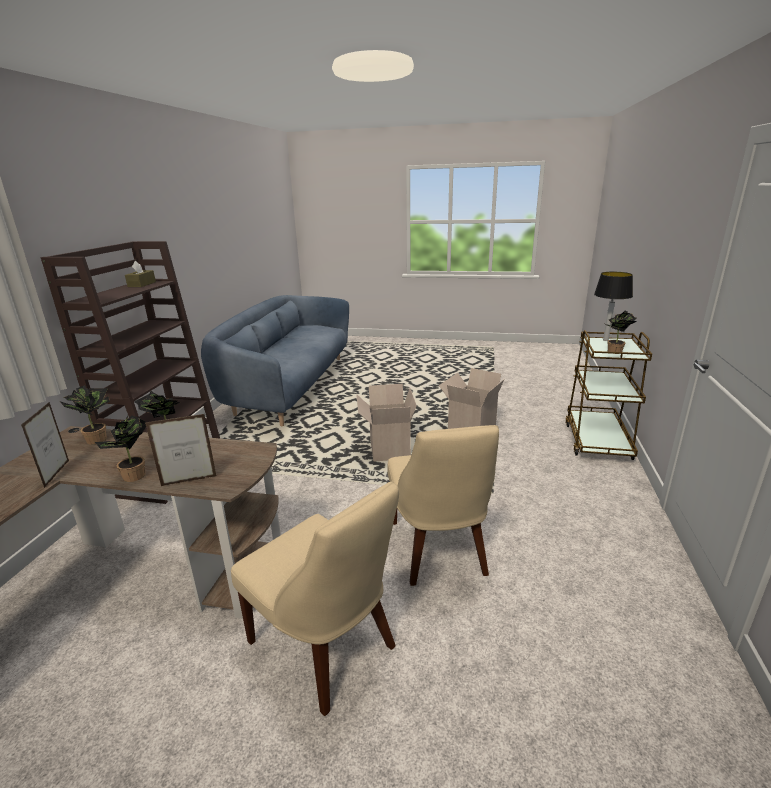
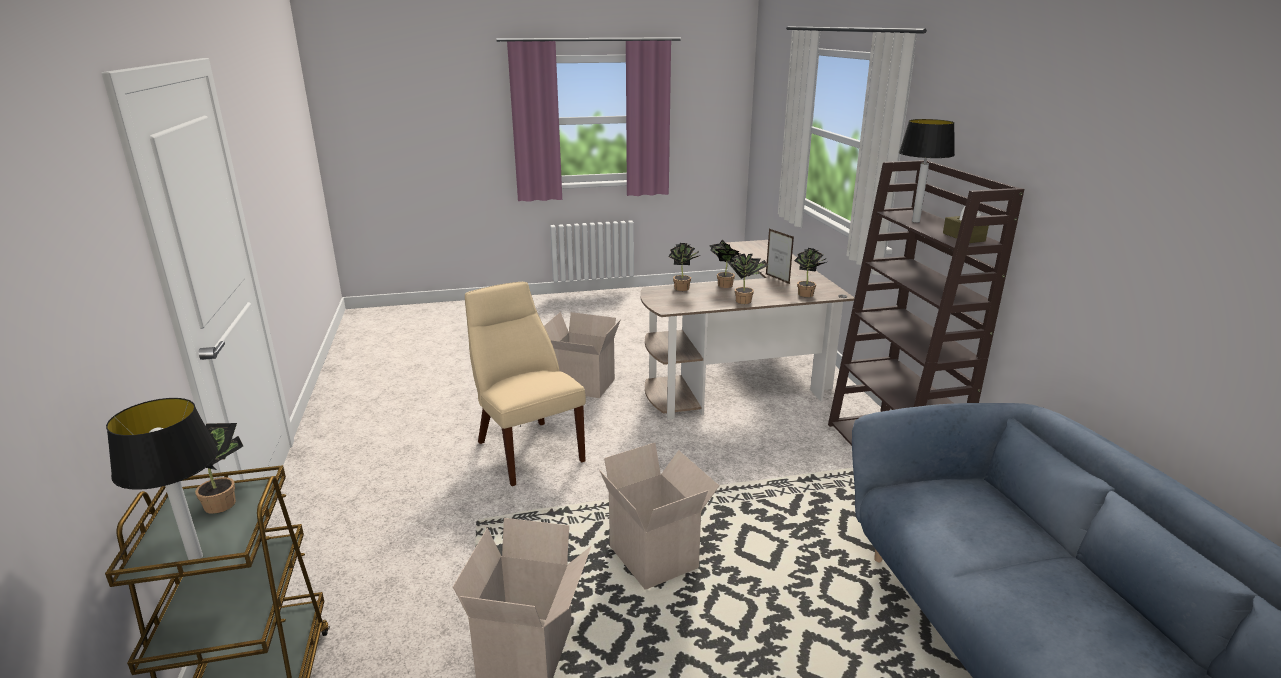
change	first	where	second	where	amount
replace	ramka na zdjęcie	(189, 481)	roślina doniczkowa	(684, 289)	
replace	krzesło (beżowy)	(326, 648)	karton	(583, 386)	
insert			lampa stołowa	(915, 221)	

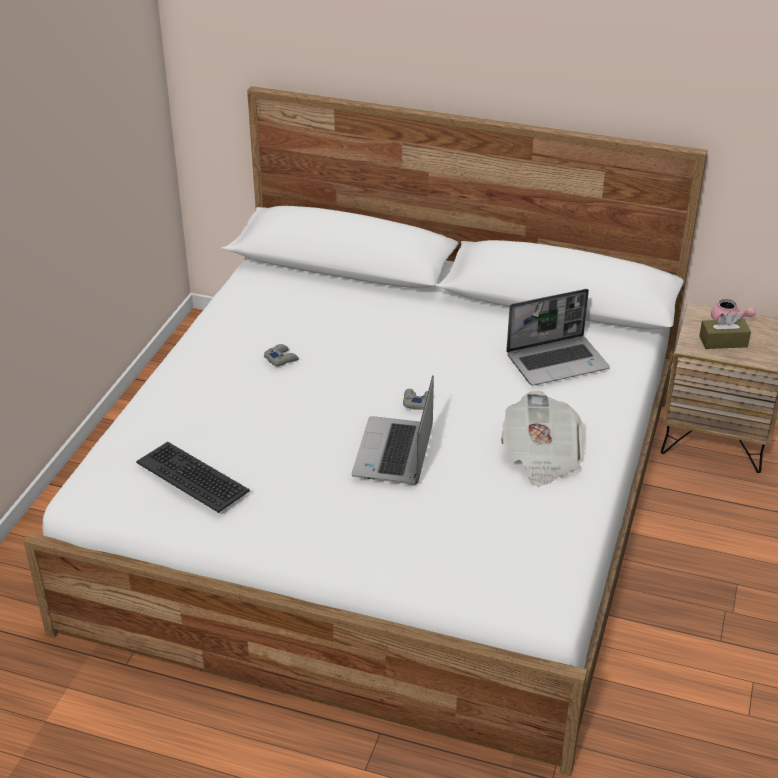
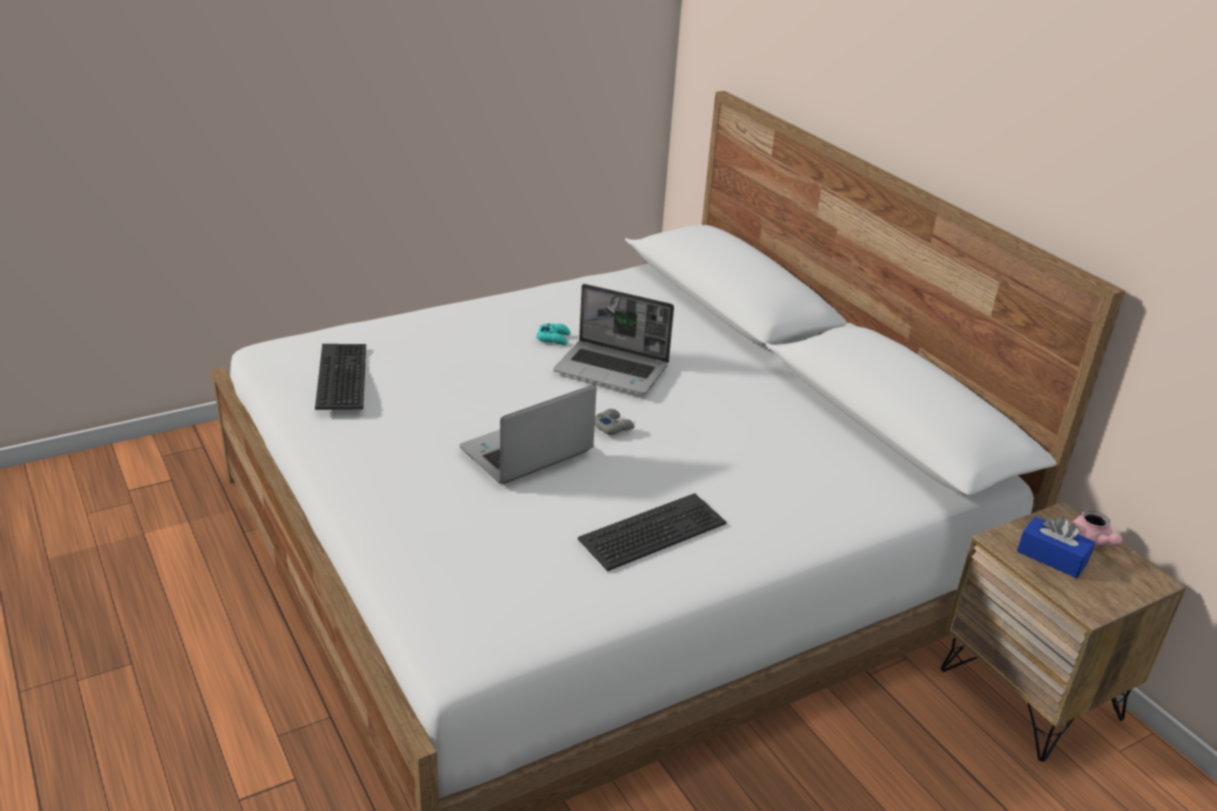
change	first	where	second	where	amount
move	laptop	(557, 361)		(613, 369)	
recolor	pudełko chusteczek (brązowy)	(723, 341)	pudełko chusteczek (niebieski)	(1052, 557)	
recolor	pad do gier (szary)	(281, 359)	pad do gier (turkusowy)	(554, 338)	
replace	gazeta	(540, 457)	klawiatura	(653, 533)	

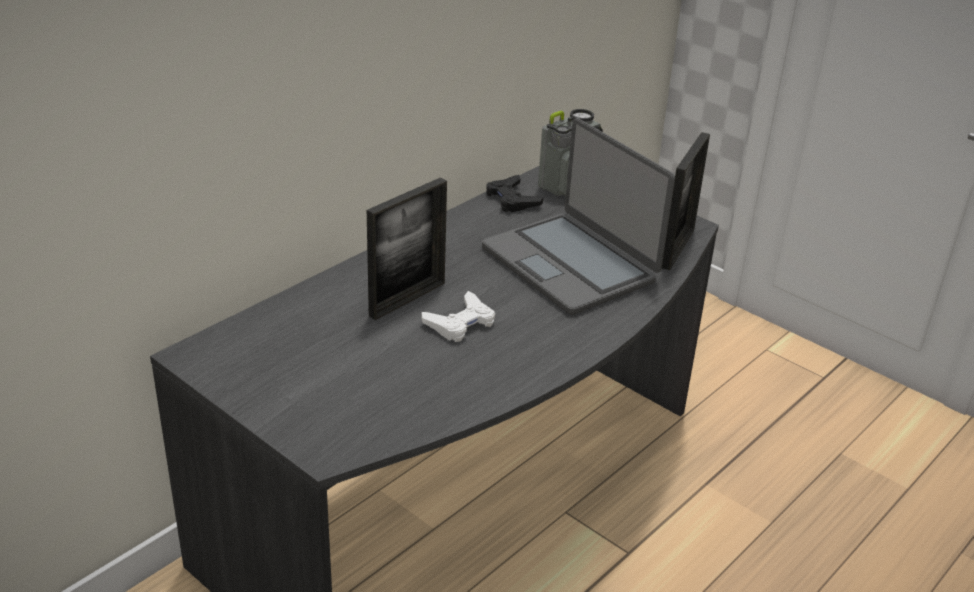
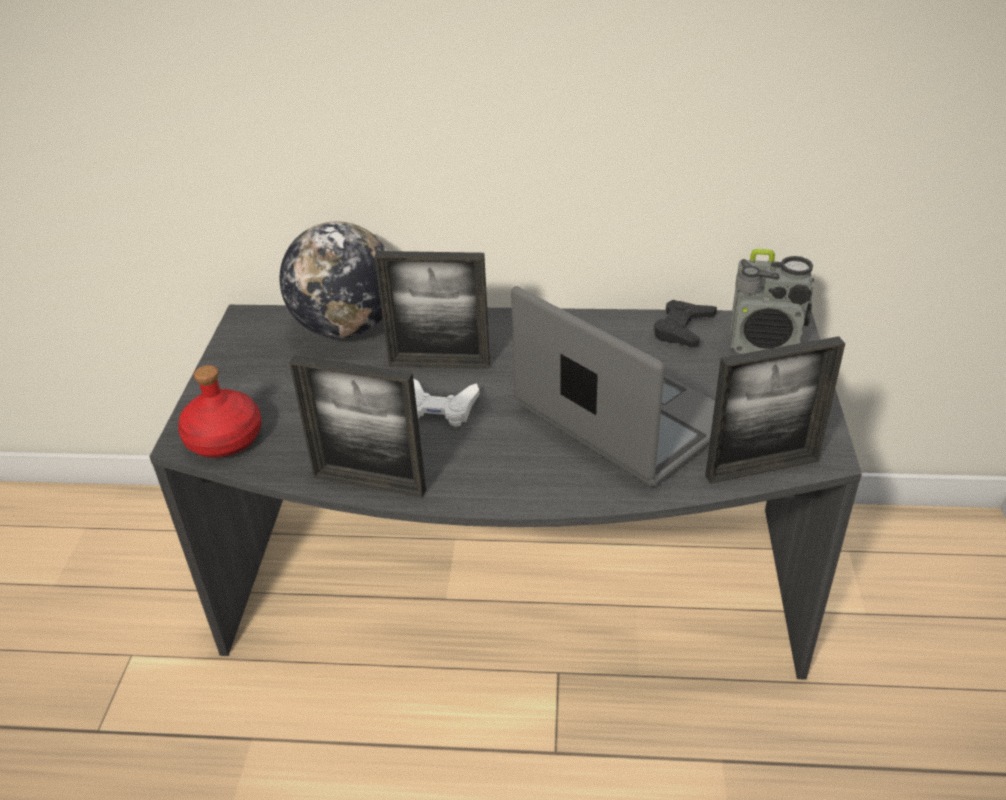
change	first	where	second	where	amount
rotate	laptop	(570, 264)		(623, 417)	120 degrees clockwise
insert			globus	(346, 327)	
insert			ramka na zdjęcie	(369, 483)	
insert			butelka (czerwony)	(223, 439)	

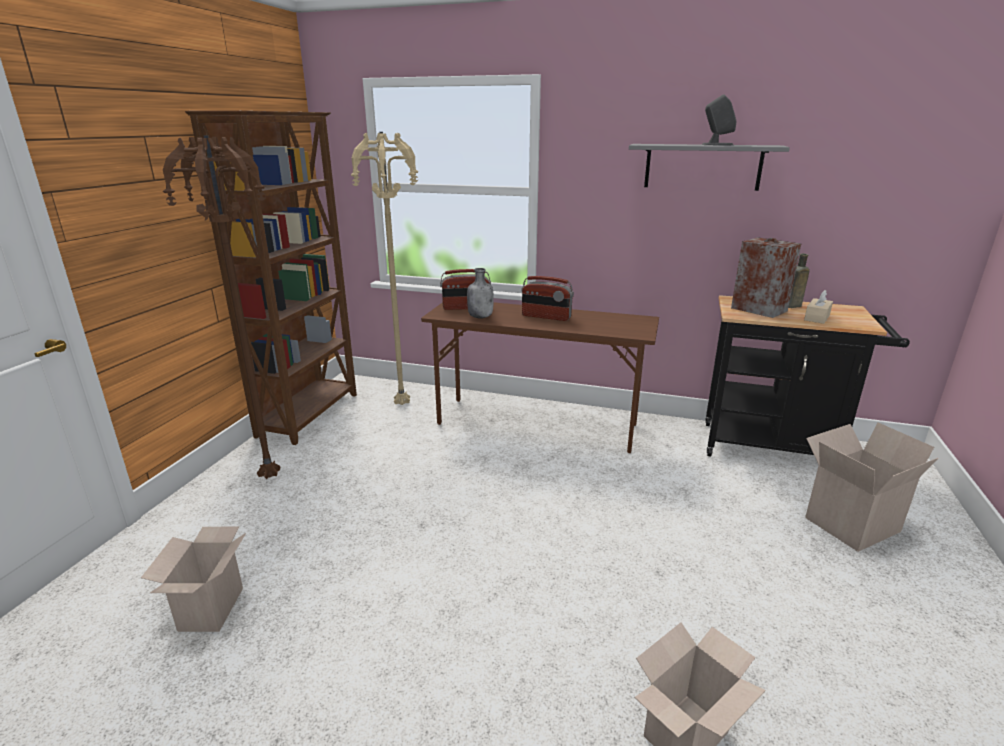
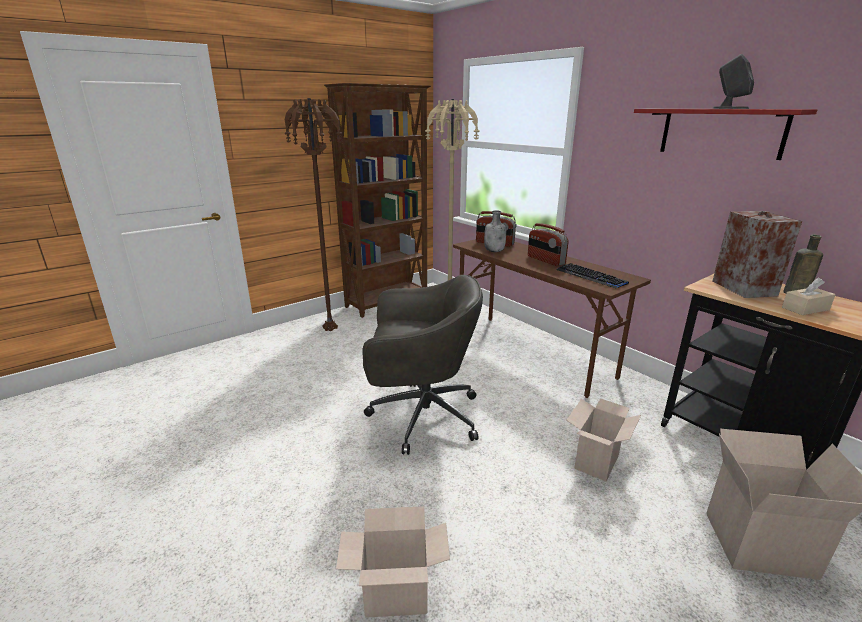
change	first	where	second	where	amount
recolor	półka (szary)	(702, 166)	półka (czerwony)	(721, 132)	
move	karton	(210, 607)		(595, 460)	
insert			klawiatura	(591, 277)	
insert			krzesło biurowe (szary)	(421, 416)	

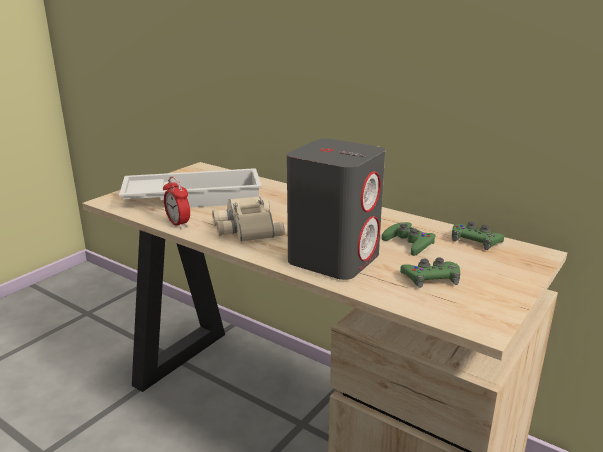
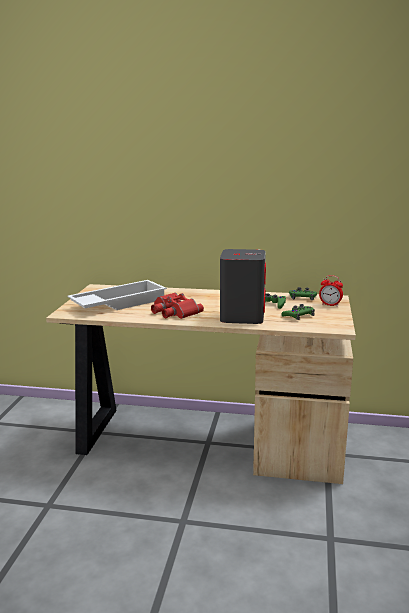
change	first	where	second	where	amount
move	budzik	(178, 223)		(330, 305)	
recolor	lornetka (beżowy)	(245, 227)	lornetka (czerwony)	(174, 311)	

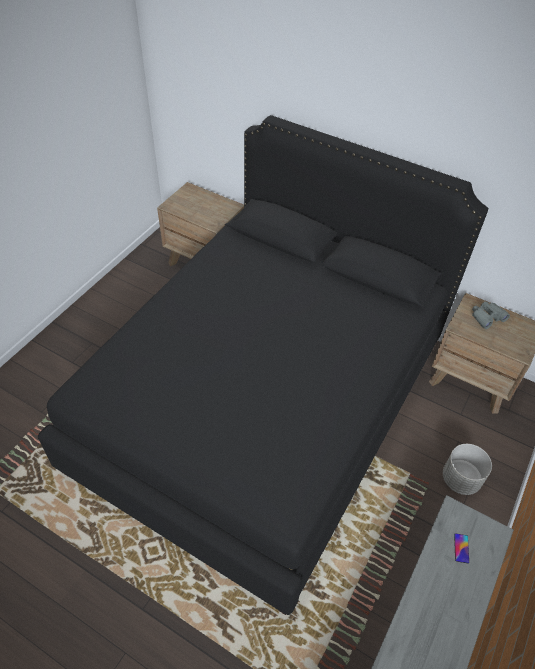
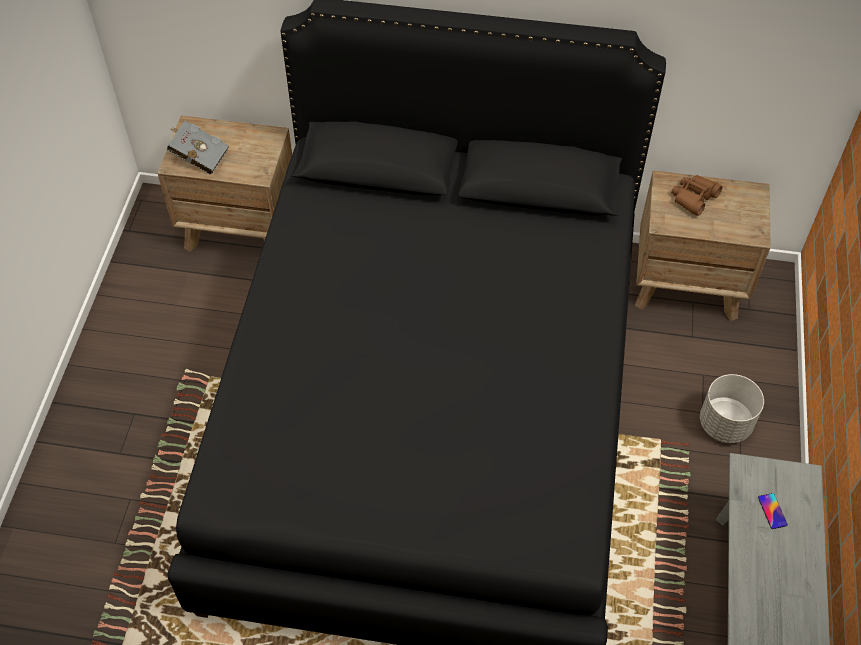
change	first	where	second	where	amount
recolor	lornetka (szary)	(487, 317)	lornetka (brązowy)	(694, 198)	
insert			książka (szary)	(198, 156)	

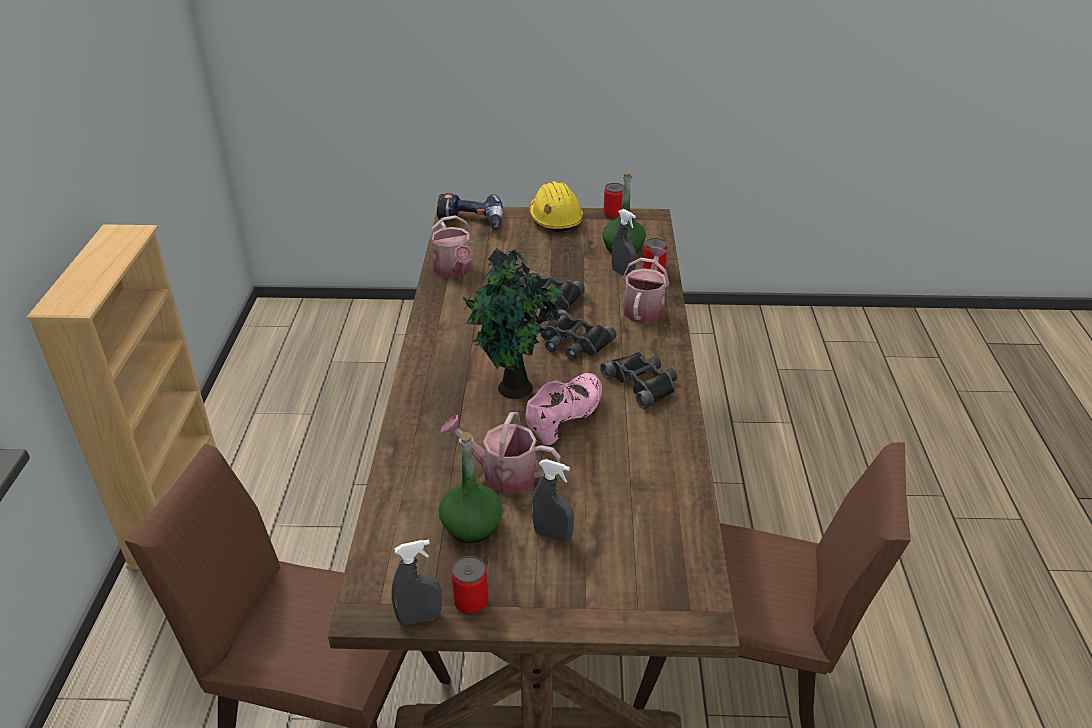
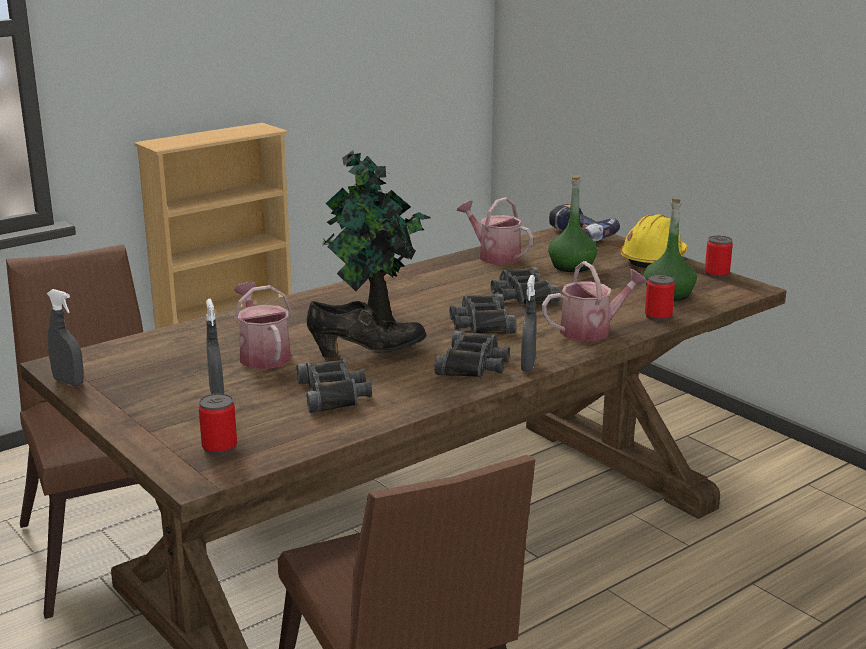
change	first	where	second	where	amount
move	spryskiwacz (szary)	(622, 273)		(528, 366)	
rotate	konewka	(454, 271)		(494, 256)	105 degrees clockwise
recolor	but (różowy)	(565, 420)	but (czarny)	(367, 353)	
move	butelka (zielony)	(472, 526)		(571, 266)	
move	puszka	(471, 602)		(219, 447)	
insert			lornetka (czarny)	(334, 394)	

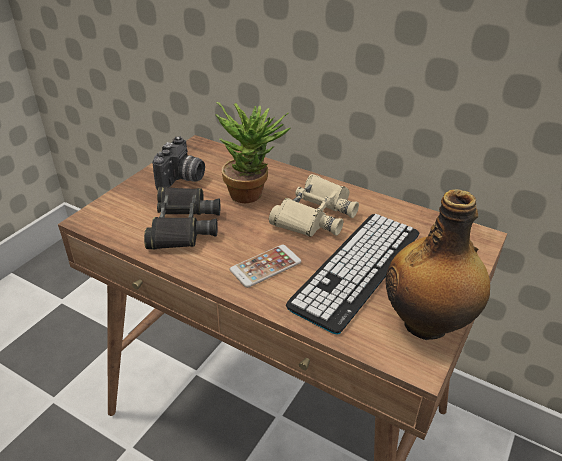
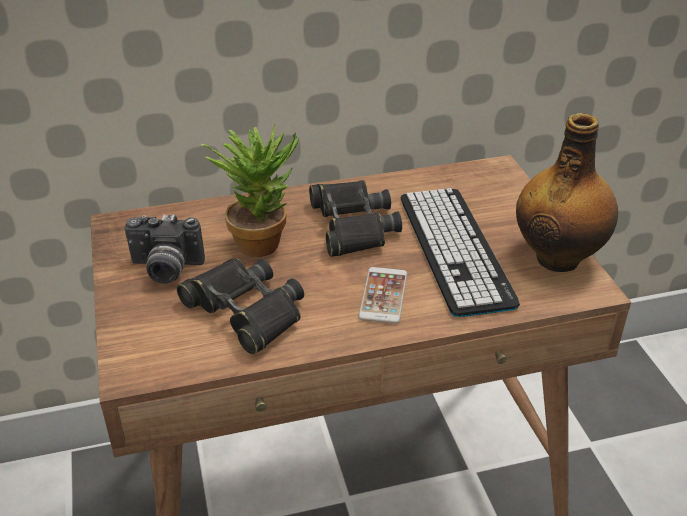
change	first	where	second	where	amount
rotate	aparat fotograficzny	(182, 180)		(165, 269)	120 degrees clockwise
recolor	lornetka (beżowy)	(315, 215)	lornetka (czarny)	(352, 225)	

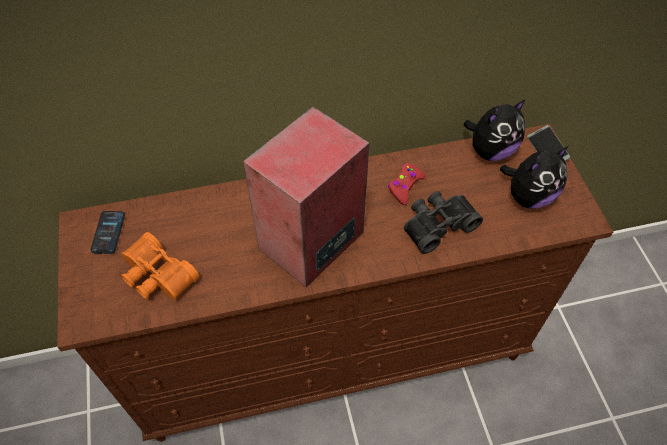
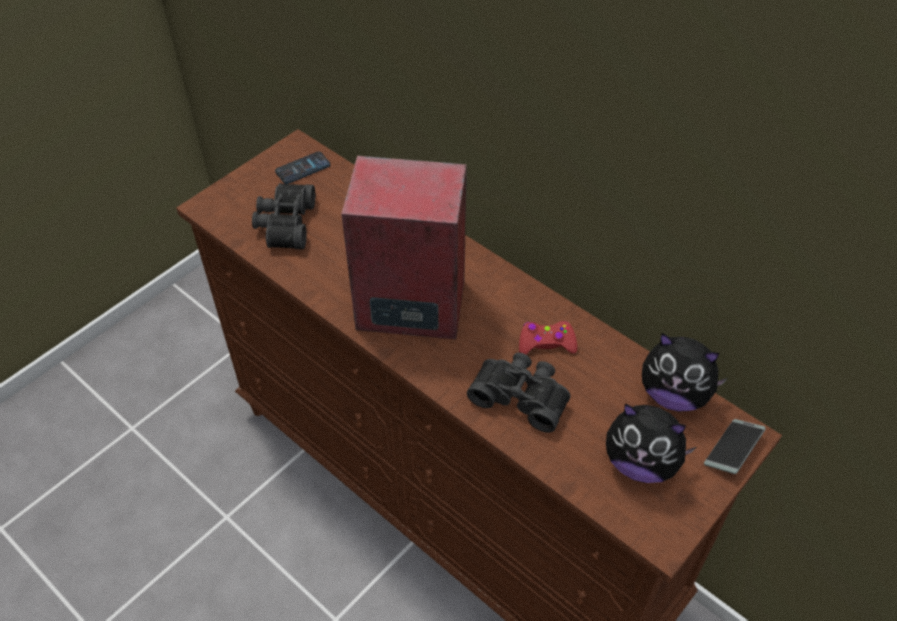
change	first	where	second	where	amount
recolor	lornetka (pomarańczowy)	(156, 277)	lornetka (czarny)	(284, 224)	

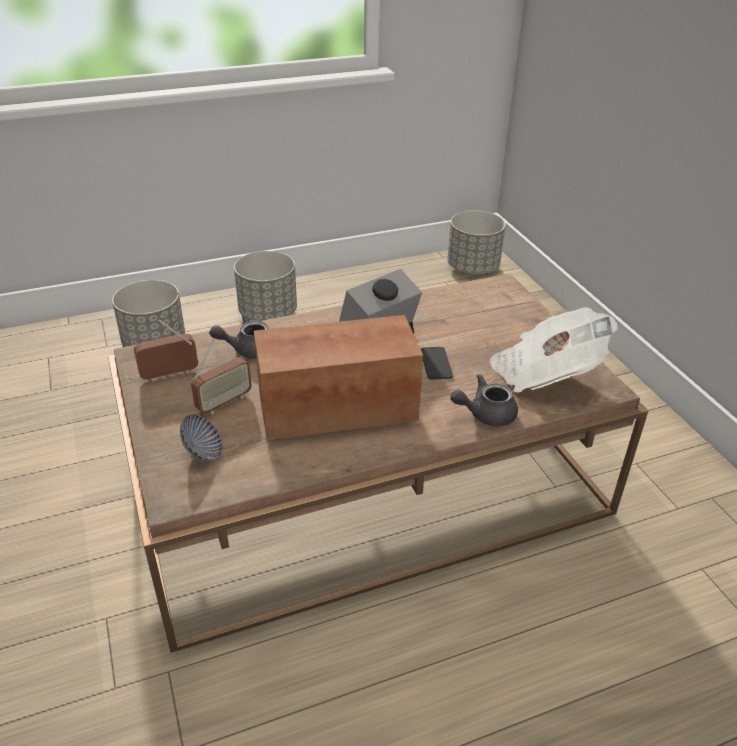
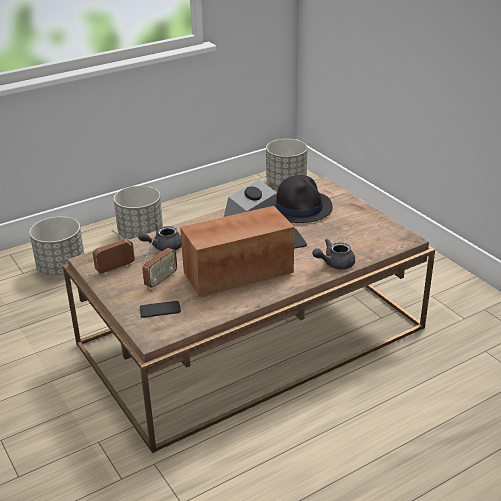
change	first	where	second	where	amount
delete	gazeta	(545, 373)			
replace	miska	(203, 452)	telefon	(160, 309)	
insert			kapelusz (czarny)	(300, 207)	

